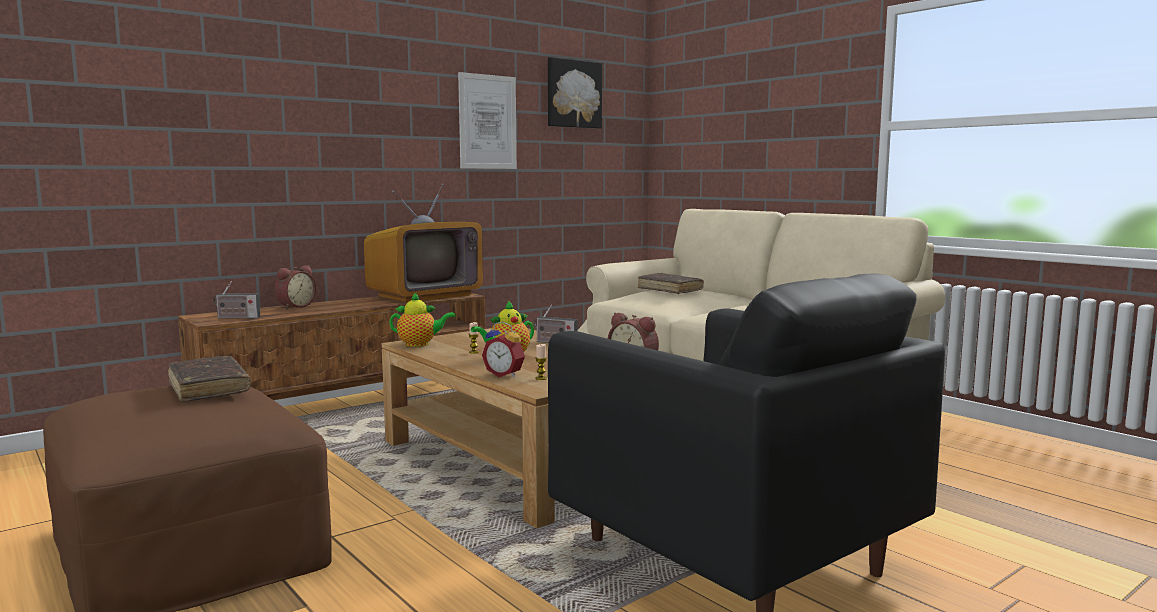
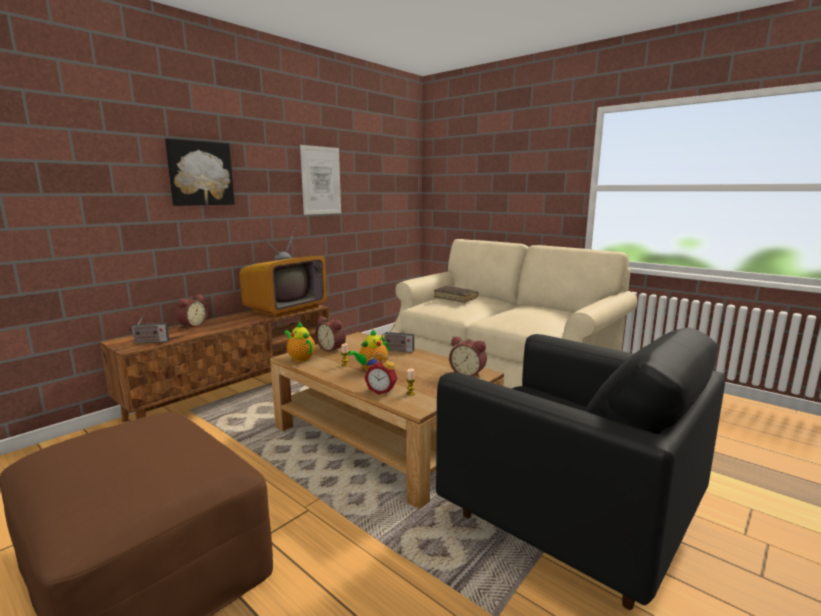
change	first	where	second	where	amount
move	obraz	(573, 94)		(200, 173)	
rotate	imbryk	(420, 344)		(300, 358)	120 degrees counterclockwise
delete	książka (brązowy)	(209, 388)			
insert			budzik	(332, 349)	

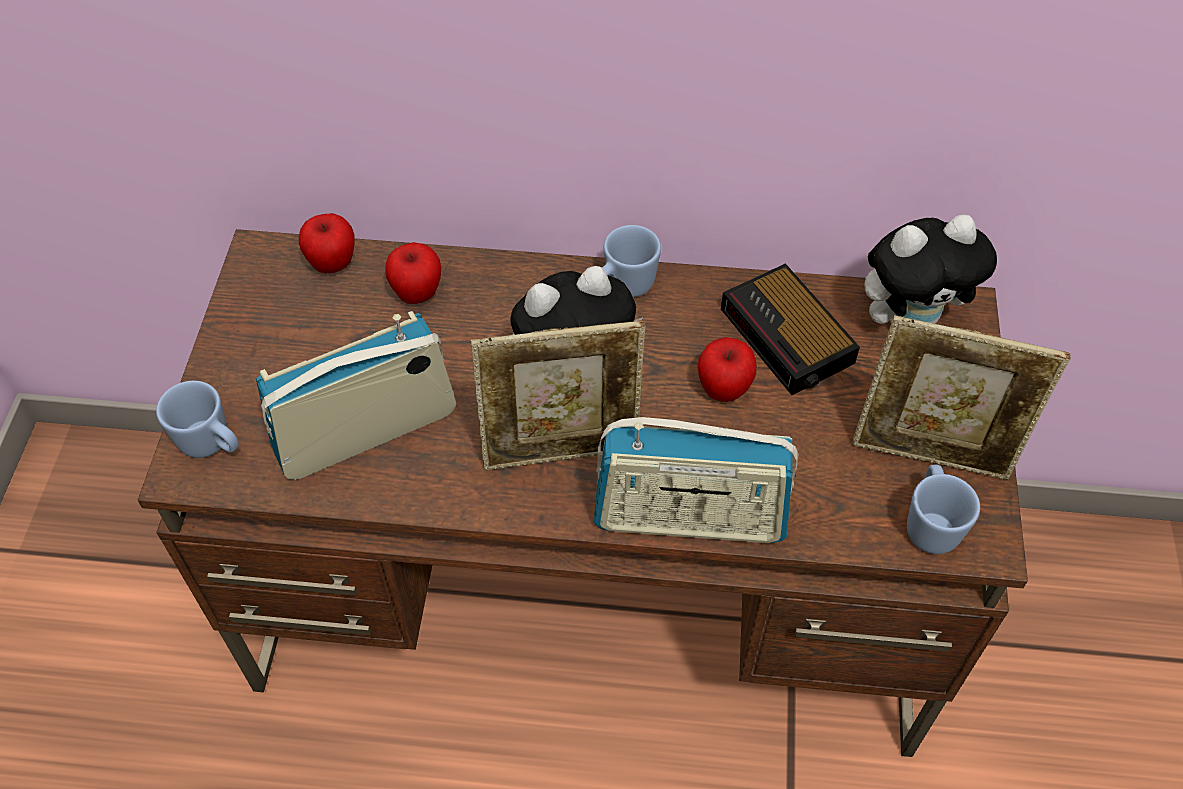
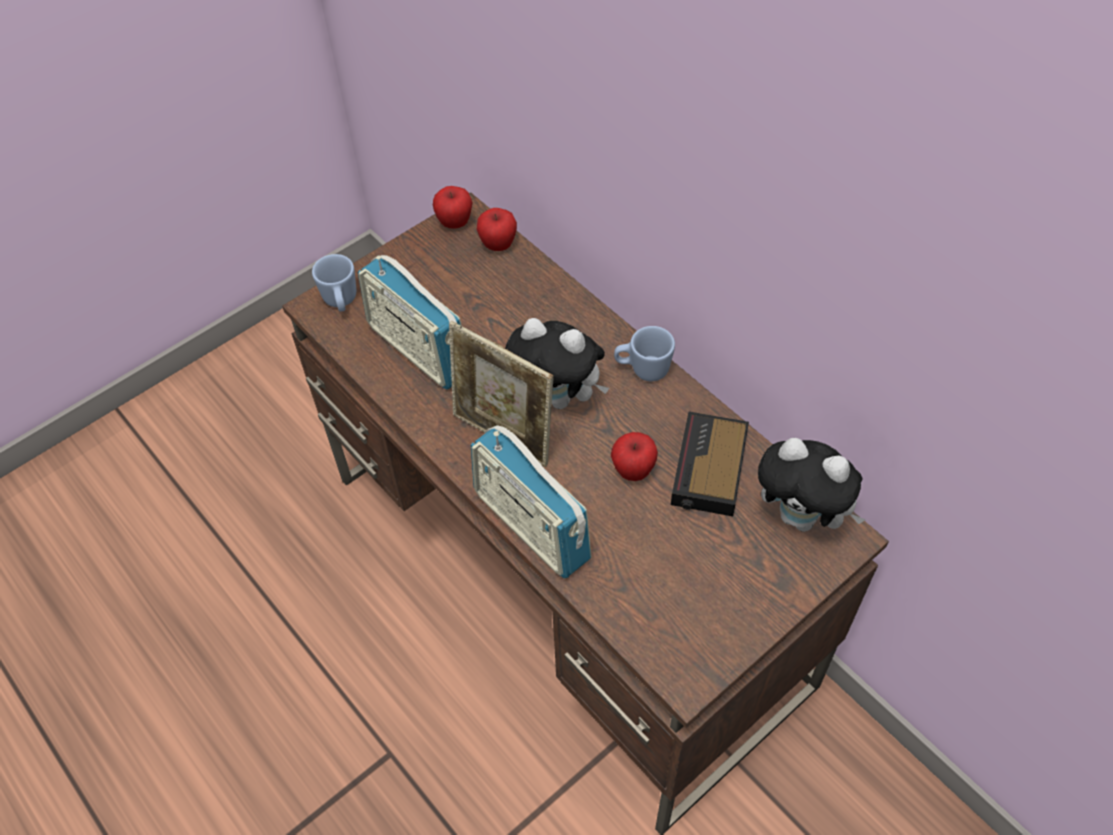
change	first	where	second	where	amount
move	jabłko	(417, 294)		(455, 223)	
rotate	radio	(366, 432)		(418, 350)	150 degrees counterclockwise
delete	ramka na zdjęcie	(931, 455)			
delete	kubek (niebieski)	(930, 524)			

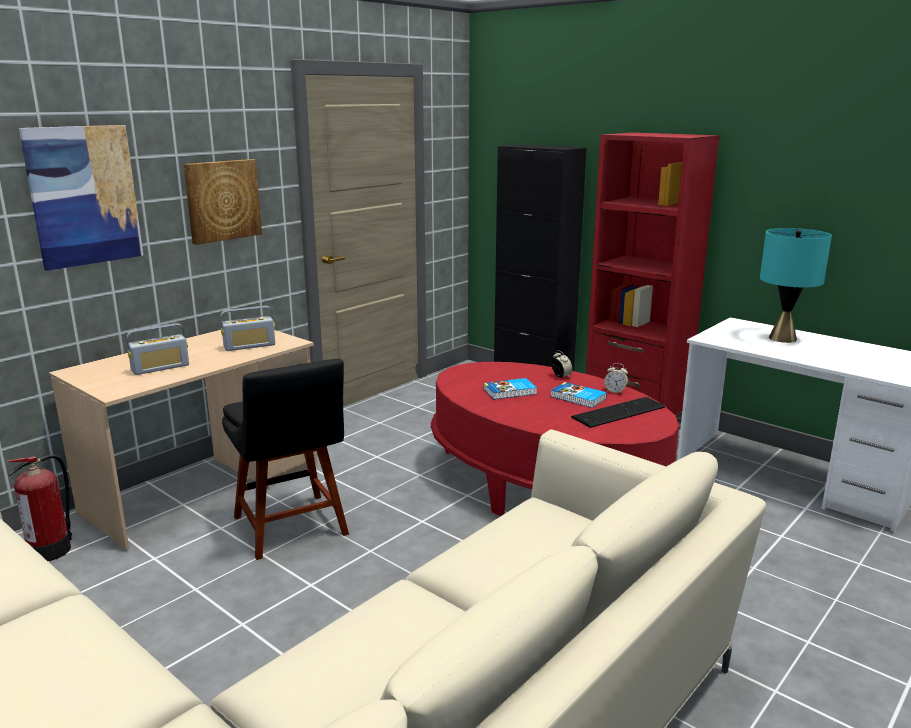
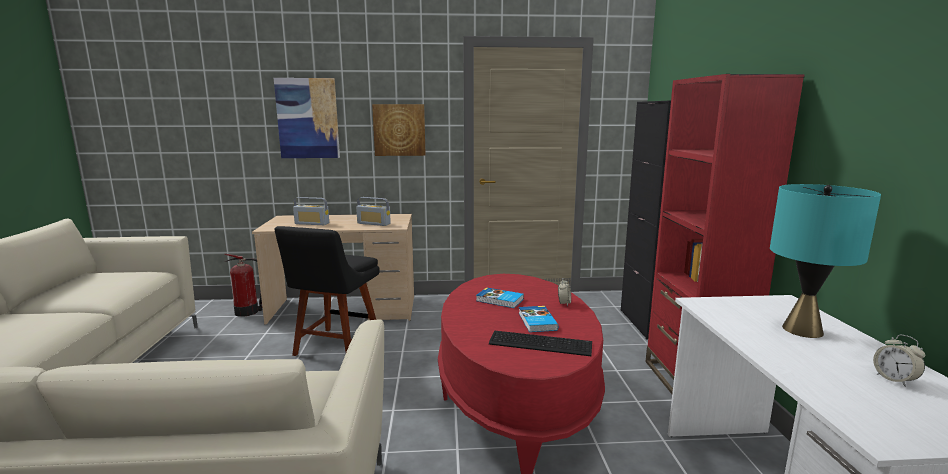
change	first	where	second	where	amount
move	budzik	(615, 391)		(894, 379)	

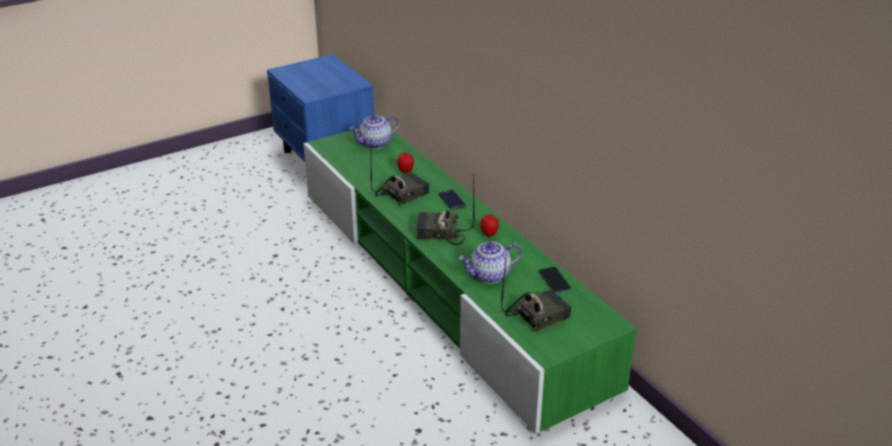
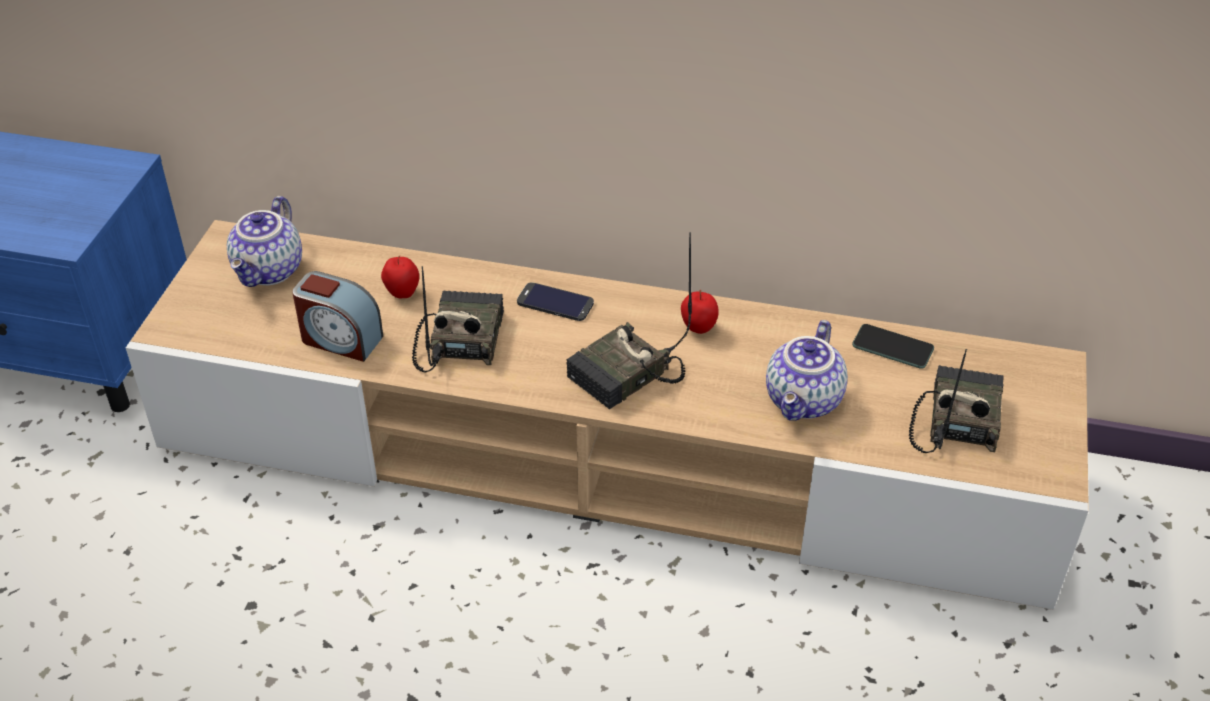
change	first	where	second	where	amount
recolor	szafka pod telewizor (zielony)	(446, 284)	szafka pod telewizor (beżowy)	(607, 456)	
insert			budzik	(340, 339)	

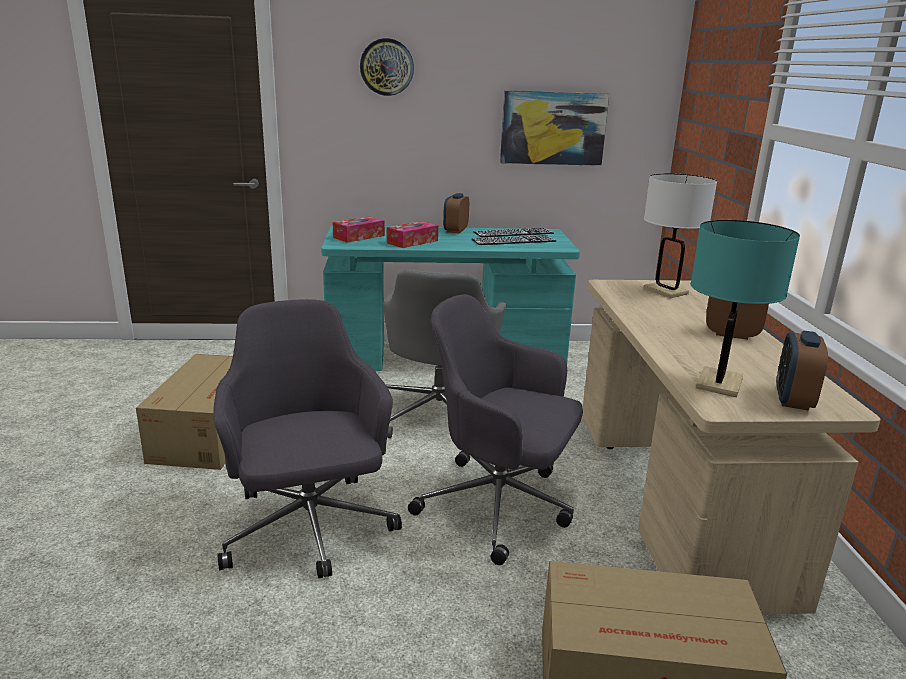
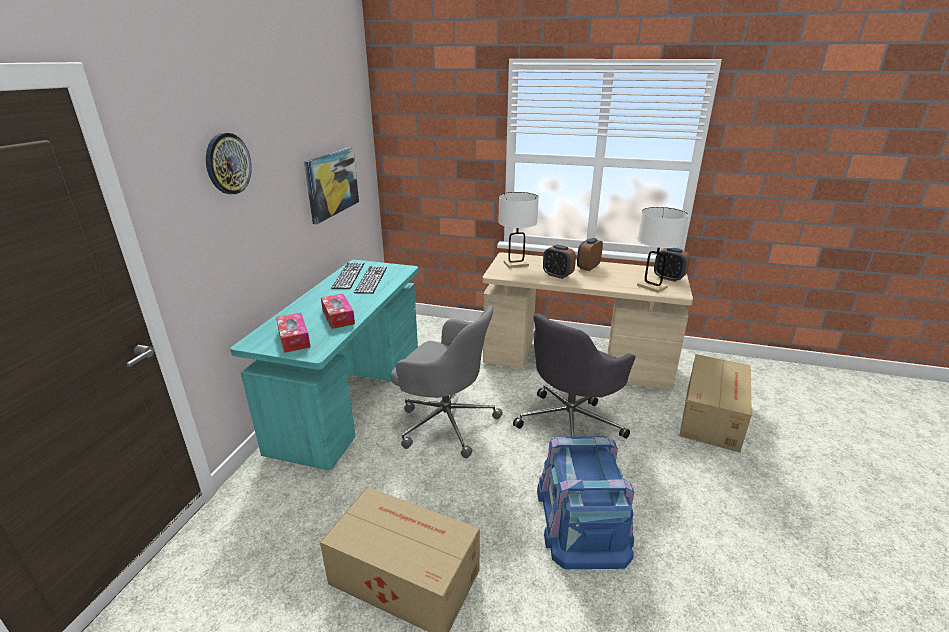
change	first	where	second	where	amount
move	budzik	(455, 230)		(557, 275)	
recolor	lampa stołowa (turkusowy)	(719, 383)	lampa stołowa (biały)	(652, 286)	
replace	krzesło biurowe (szary)	(309, 529)	pojemnik do przechowywania (niebieski)	(581, 517)	

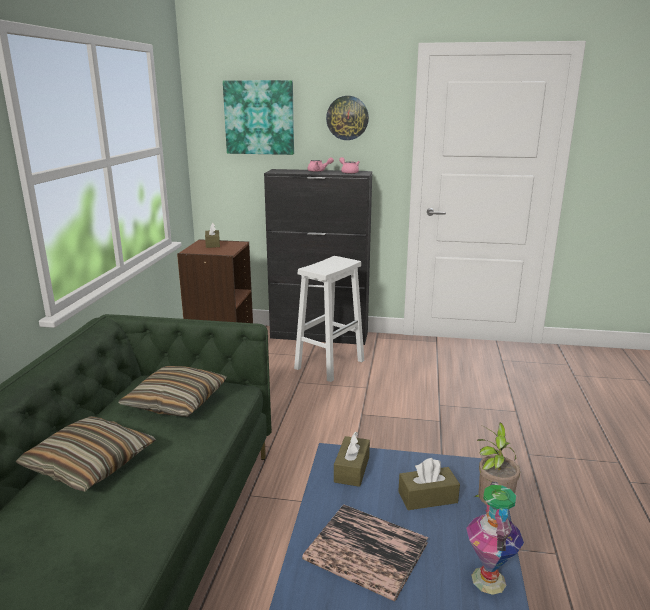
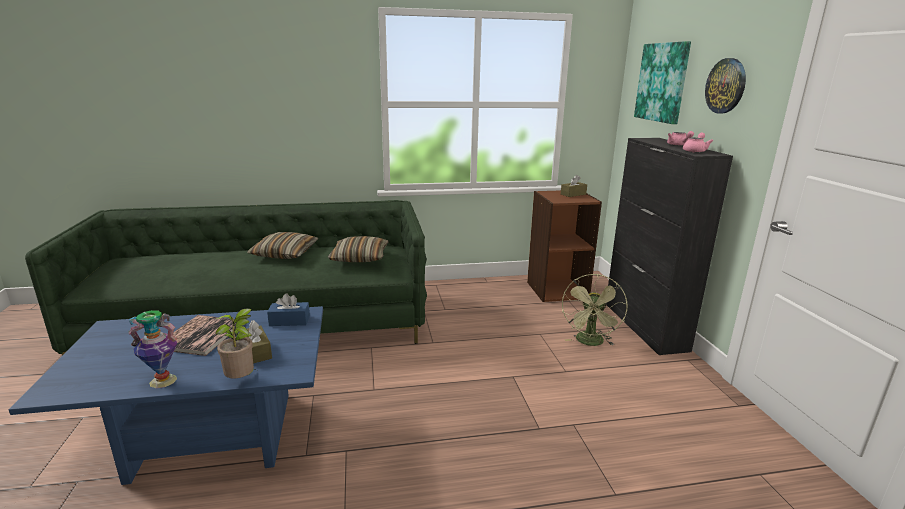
change	first	where	second	where	amount
replace	stołek (biały)	(330, 364)	wentylator (zielony)	(590, 343)	
recolor	pudełko chusteczek (brązowy)	(352, 469)	pudełko chusteczek (niebieski)	(289, 321)	

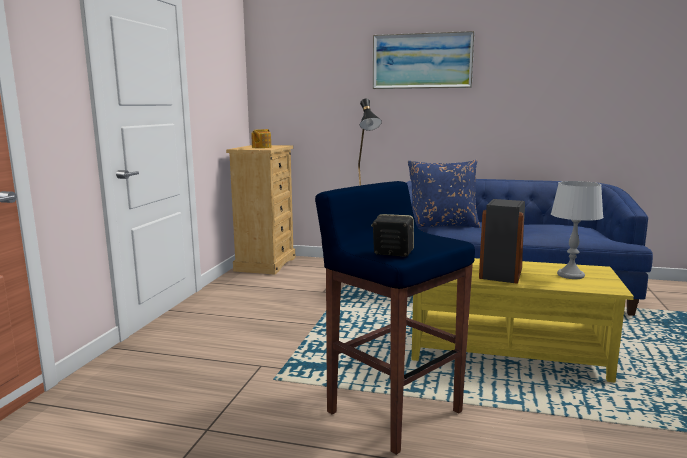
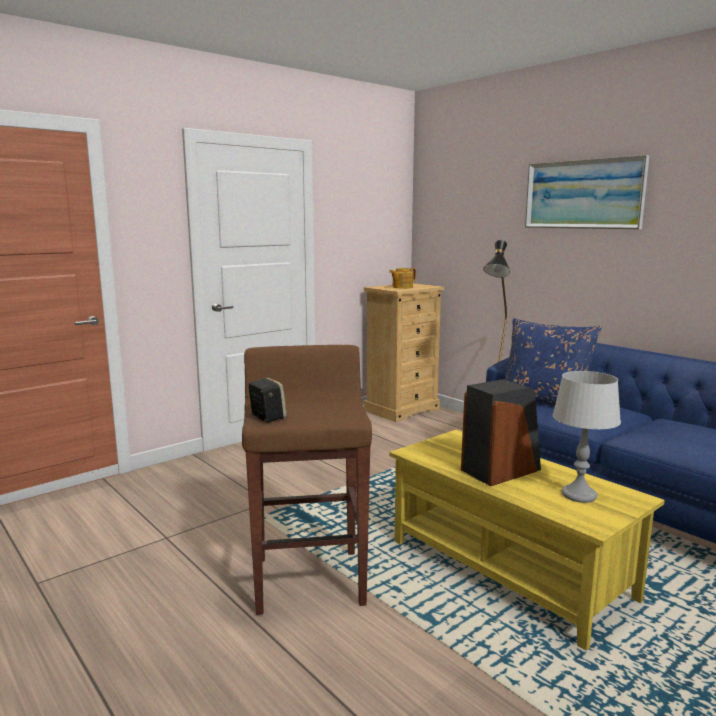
change	first	where	second	where	amount
recolor	stołek (niebieski)	(393, 411)	stołek (brązowy)	(309, 579)	

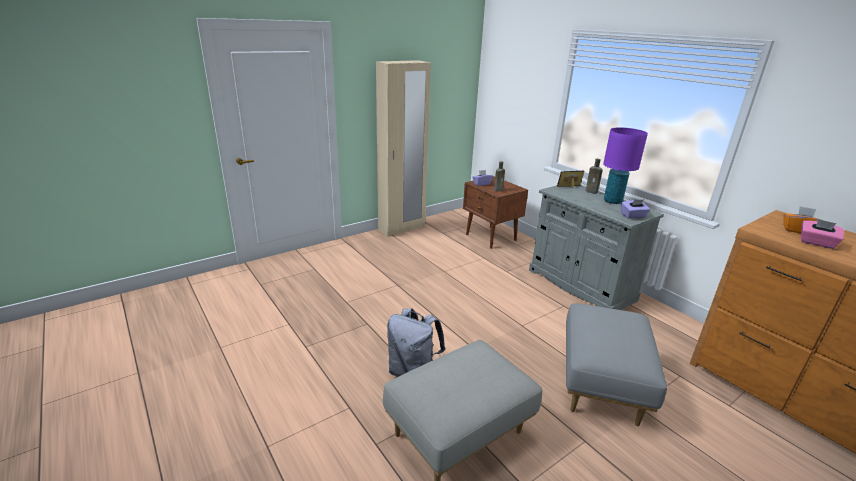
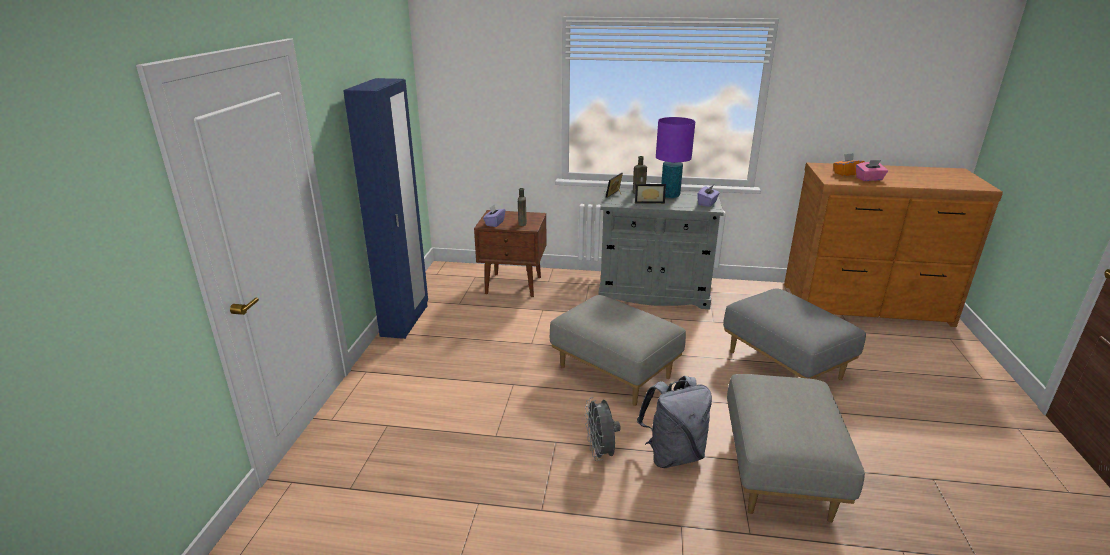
change	first	where	second	where	amount
recolor	szafa (beżowy)	(401, 228)	szafa (niebieski)	(405, 321)	
insert			ramka na zdjęcie	(649, 201)	
insert			pufa (szary)	(615, 372)	
insert			wentylator (szary)	(600, 452)	

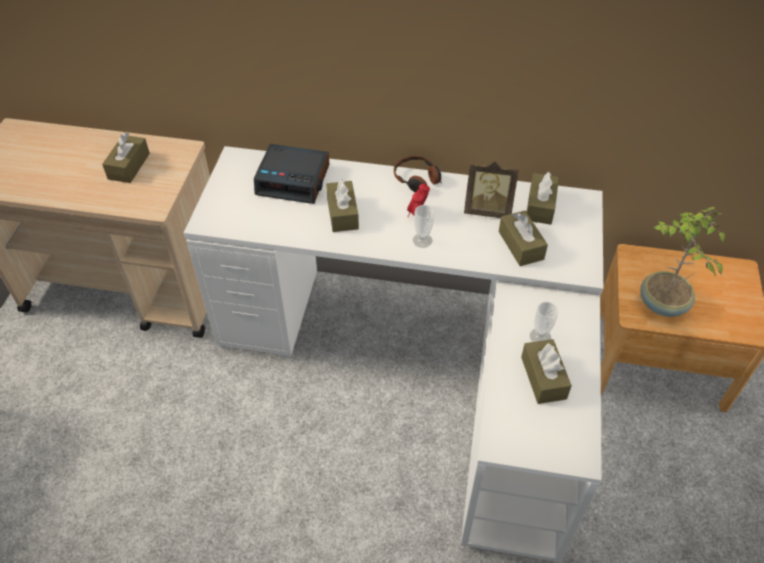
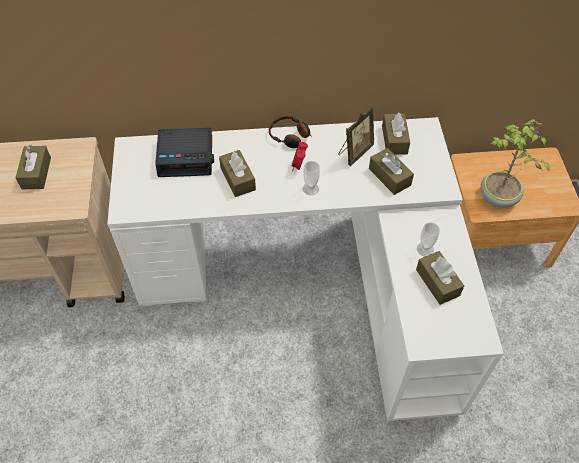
change	first	where	second	where	amount
rotate	ramka na zdjęcie	(487, 210)		(354, 152)	45 degrees counterclockwise

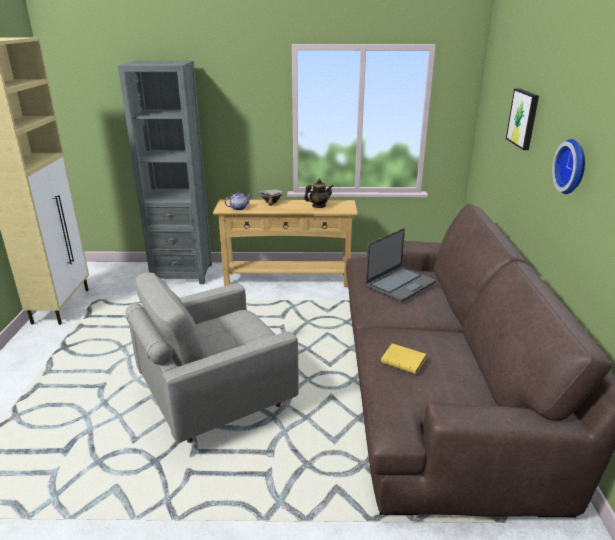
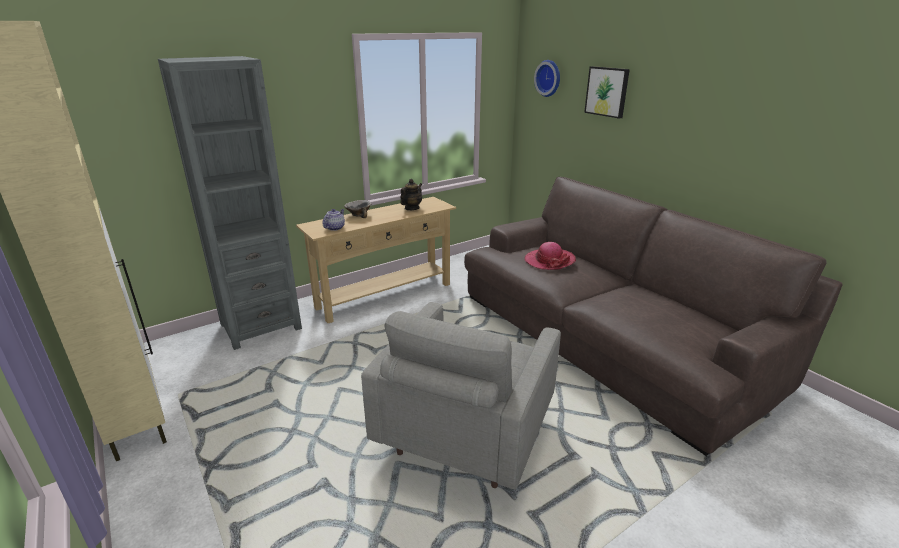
change	first	where	second	where	amount
move	zegar ścienny	(573, 166)		(549, 78)	
replace	laptop	(399, 284)	kapelusz	(549, 261)	
delete	książka (żółty)	(404, 362)			

